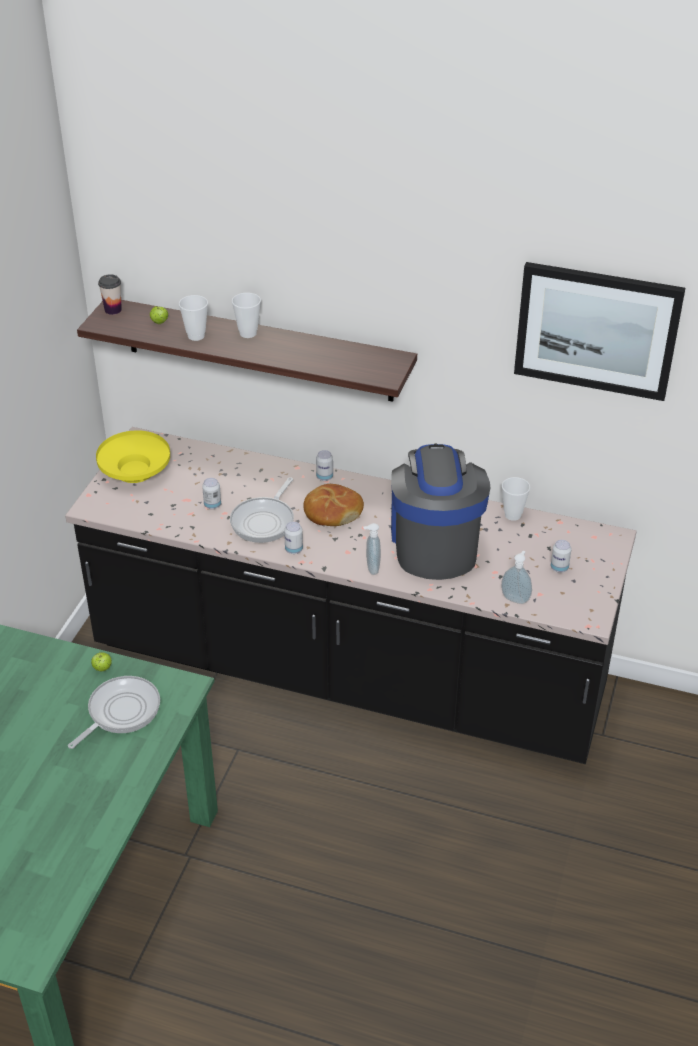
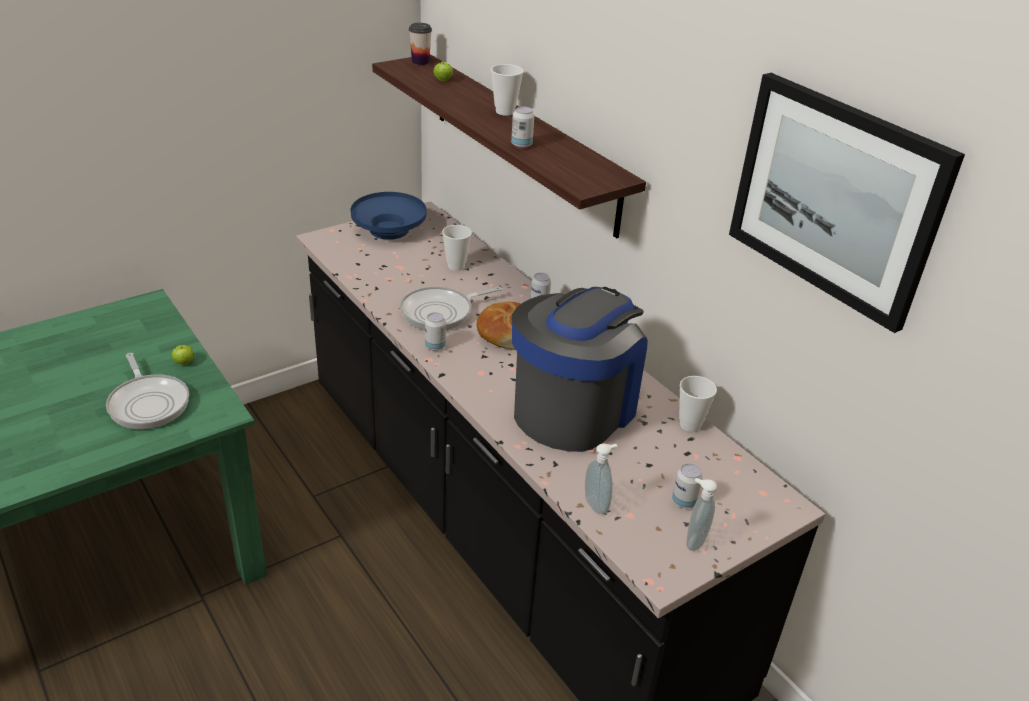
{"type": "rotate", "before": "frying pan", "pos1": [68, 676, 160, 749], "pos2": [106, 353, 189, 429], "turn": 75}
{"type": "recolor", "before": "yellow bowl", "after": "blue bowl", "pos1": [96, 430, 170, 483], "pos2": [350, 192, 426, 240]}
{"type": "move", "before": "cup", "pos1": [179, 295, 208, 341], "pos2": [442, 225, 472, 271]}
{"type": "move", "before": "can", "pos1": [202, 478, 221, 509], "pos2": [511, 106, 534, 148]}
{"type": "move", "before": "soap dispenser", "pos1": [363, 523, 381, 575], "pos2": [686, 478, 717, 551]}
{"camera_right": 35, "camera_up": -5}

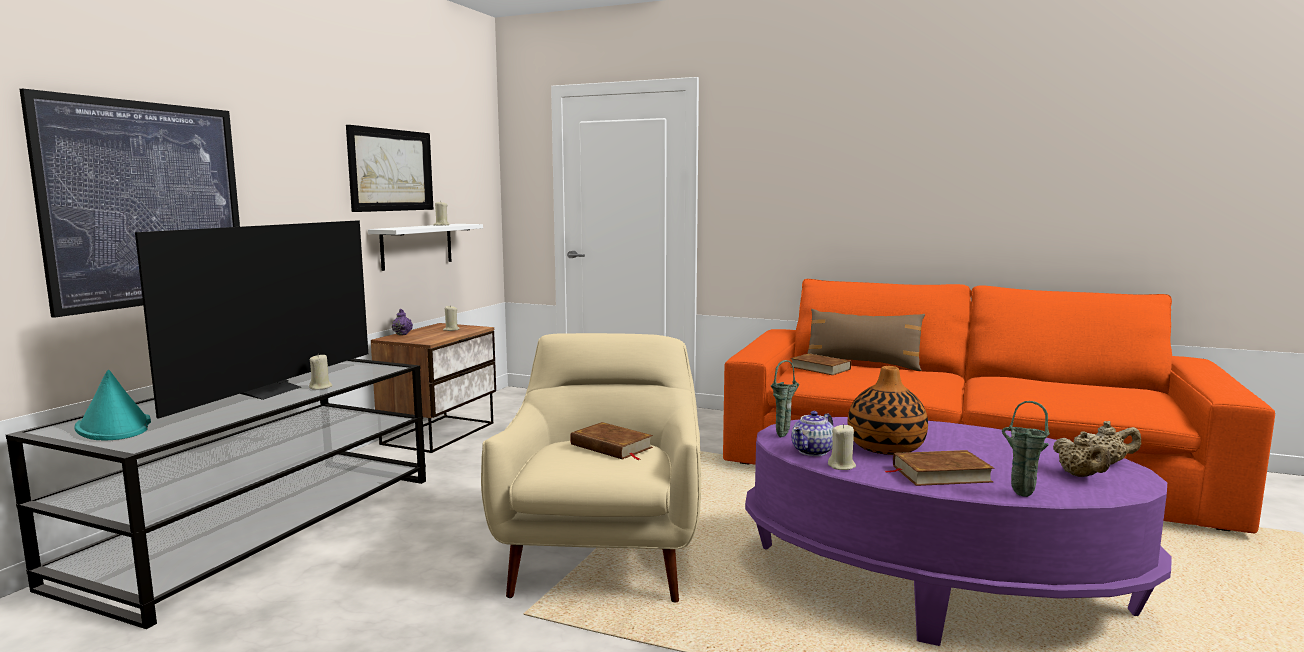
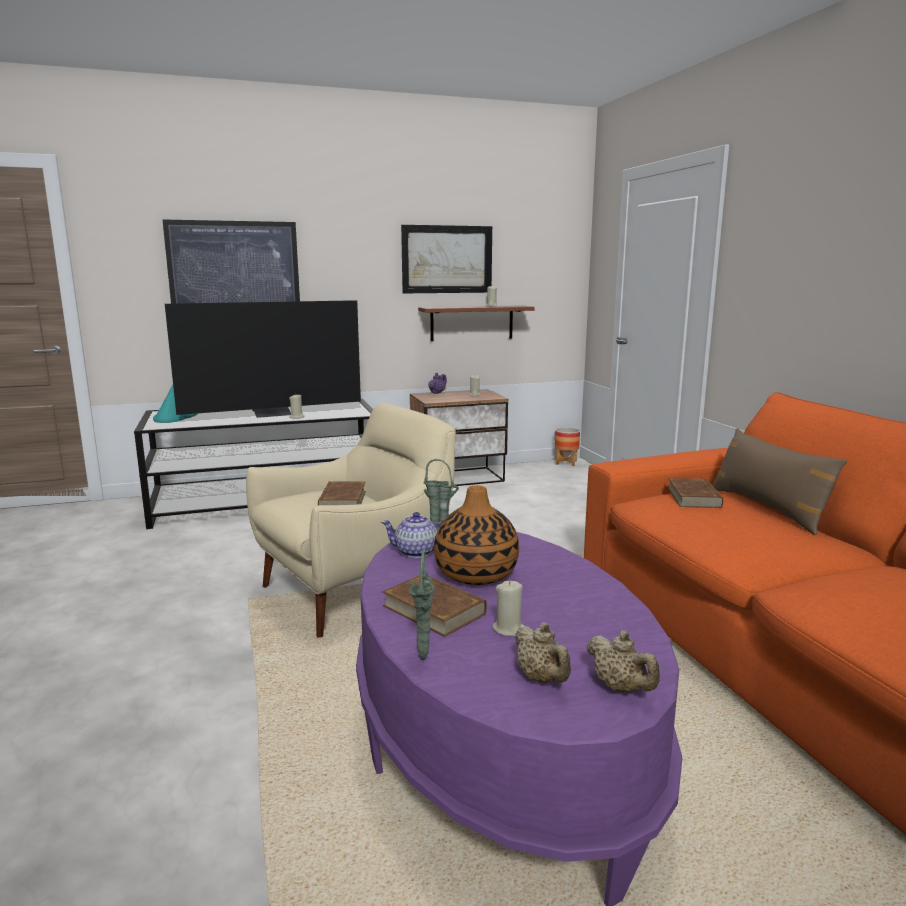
{"type": "recolor", "before": "white shelf", "after": "brown shelf", "pos1": [368, 224, 483, 271], "pos2": [418, 305, 535, 341]}
{"type": "move", "before": "beige candle", "pos1": [828, 424, 856, 470], "pos2": [492, 580, 524, 636]}
{"type": "rotate", "before": "beige teapot", "pos1": [1053, 431, 1111, 477], "pos2": [515, 622, 571, 682], "turn": -60}
{"type": "insert", "after": "planter", "pos2": [555, 427, 580, 466]}
{"camera_right": 50, "camera_up": 5}

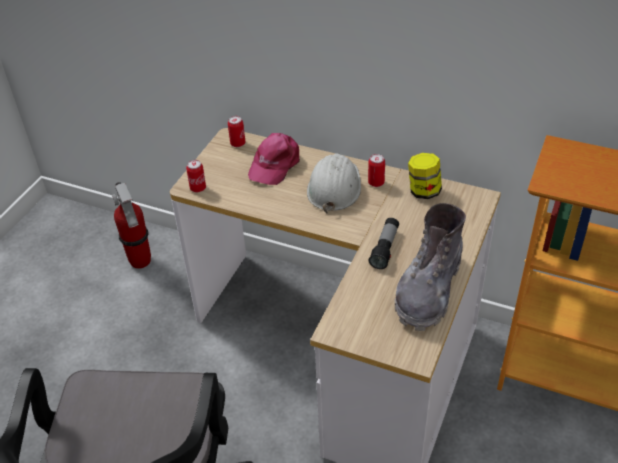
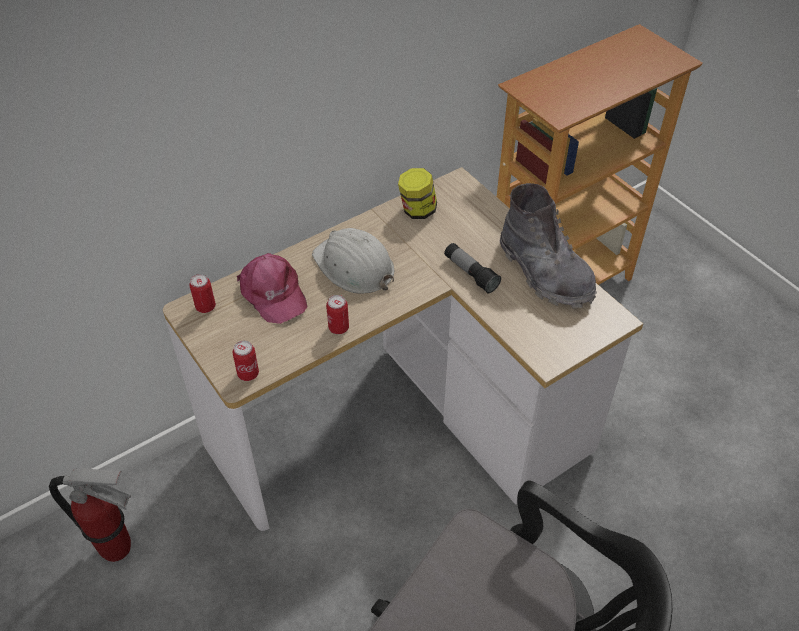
{"type": "move", "before": "can", "pos1": [368, 154, 385, 187], "pos2": [326, 295, 349, 334]}
{"camera_right": -60, "camera_up": 5}

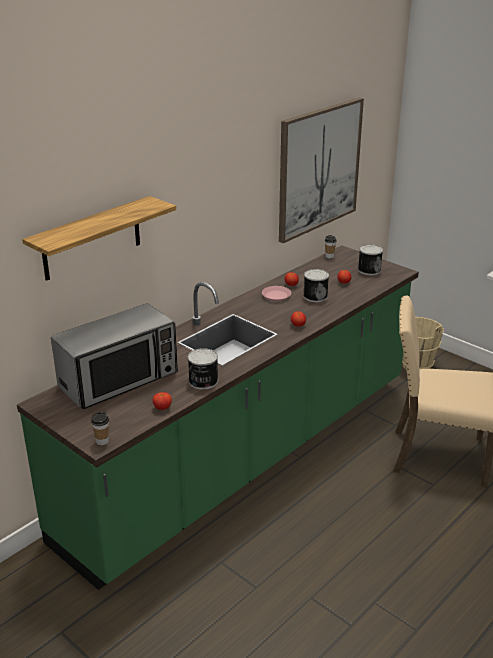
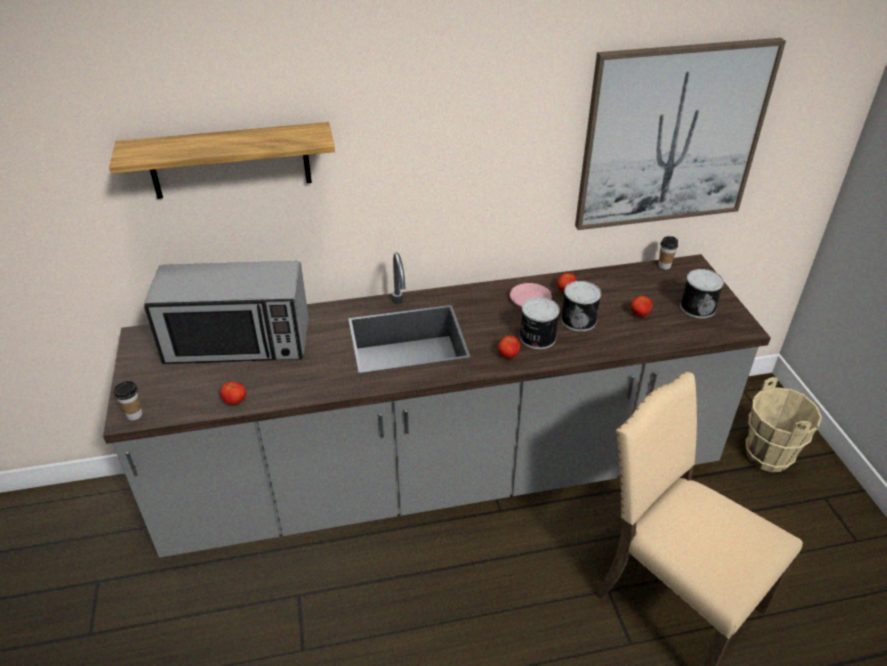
{"type": "recolor", "before": "green counter", "after": "grey counter", "pos1": [17, 245, 419, 590], "pos2": [103, 253, 771, 558]}
{"type": "move", "before": "can", "pos1": [188, 348, 218, 390], "pos2": [520, 297, 560, 349]}
{"camera_right": 35, "camera_up": 10}

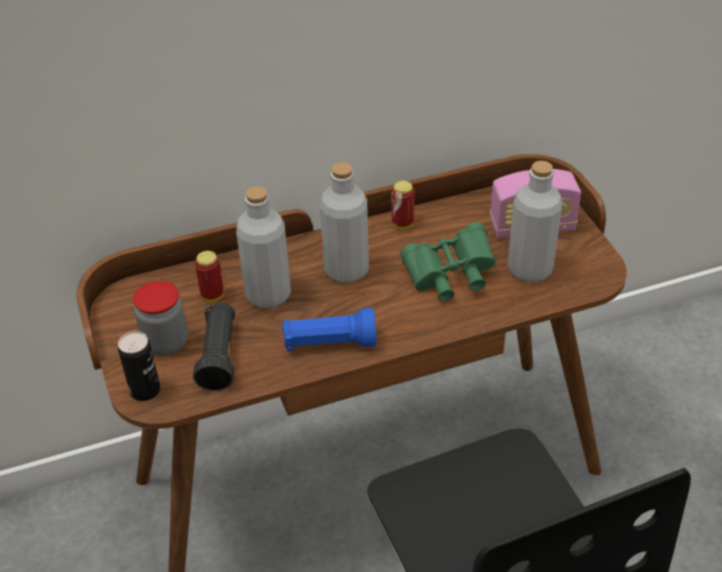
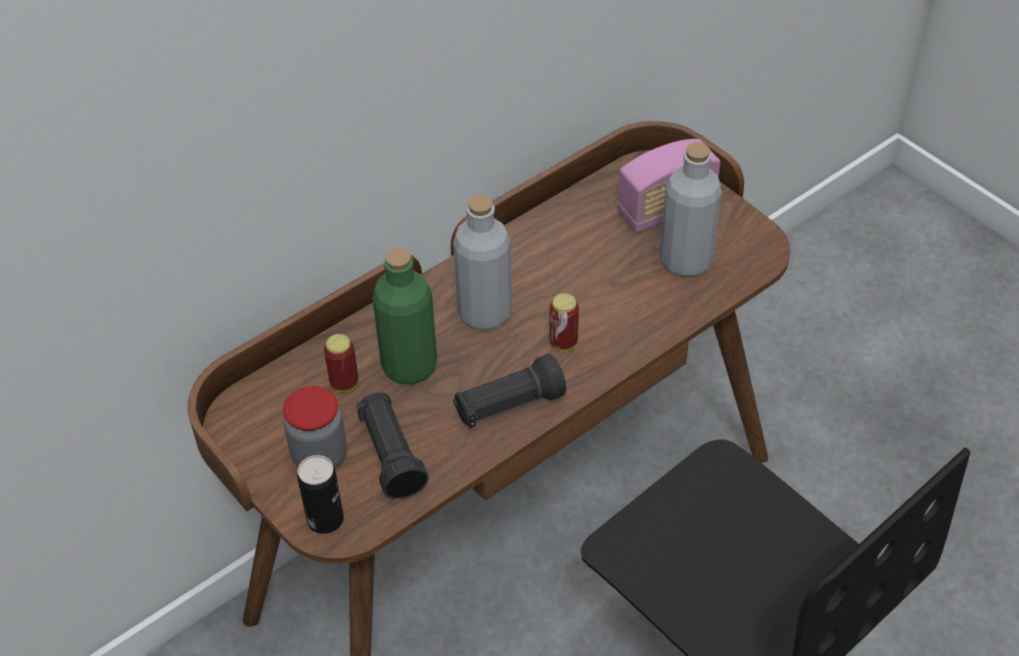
{"type": "recolor", "before": "grey bottle", "after": "green bottle", "pos1": [236, 186, 291, 308], "pos2": [372, 248, 437, 384]}
{"type": "recolor", "before": "blue flashlight", "after": "black flashlight", "pos1": [282, 308, 376, 351], "pos2": [453, 354, 566, 428]}
{"type": "move", "before": "can", "pos1": [391, 181, 415, 229], "pos2": [549, 293, 579, 352]}
{"type": "delete", "before": "green binoculars", "pos1": [400, 222, 496, 301]}
{"camera_right": -20, "camera_up": 5}

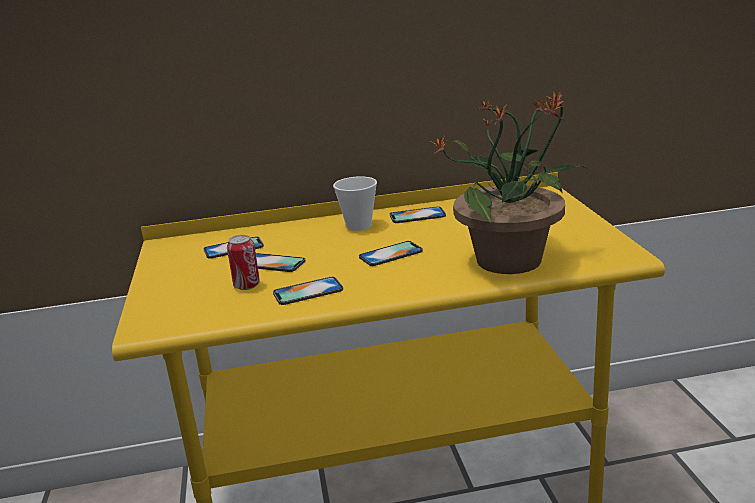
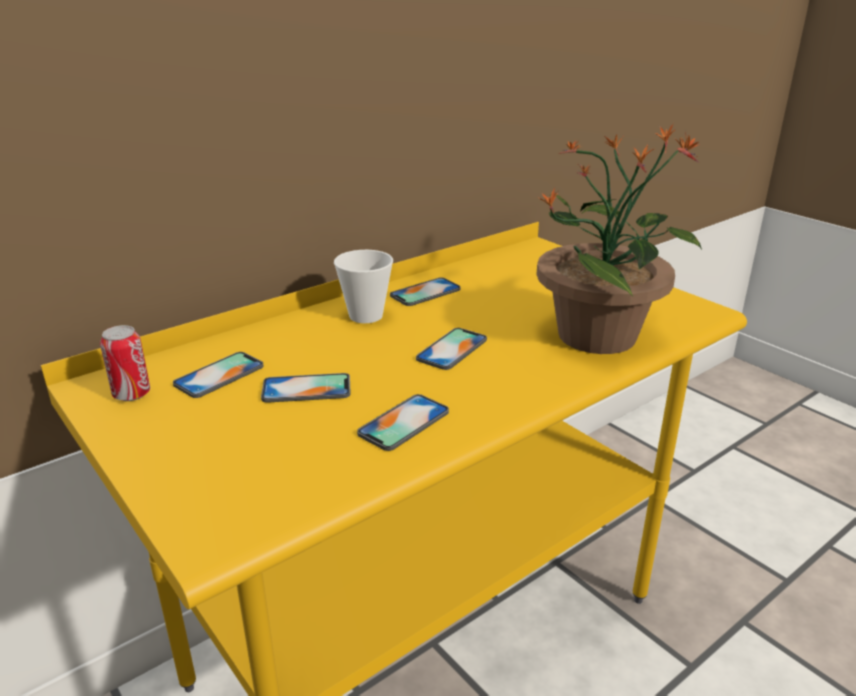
{"type": "move", "before": "can", "pos1": [227, 235, 260, 290], "pos2": [100, 325, 150, 401]}
{"camera_right": -30, "camera_up": 5}

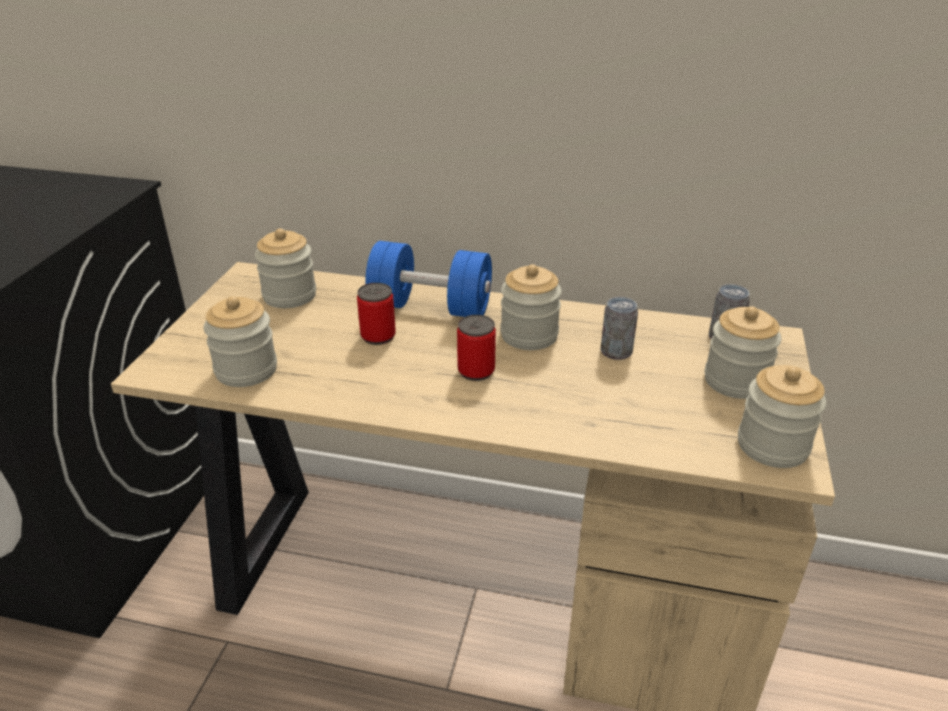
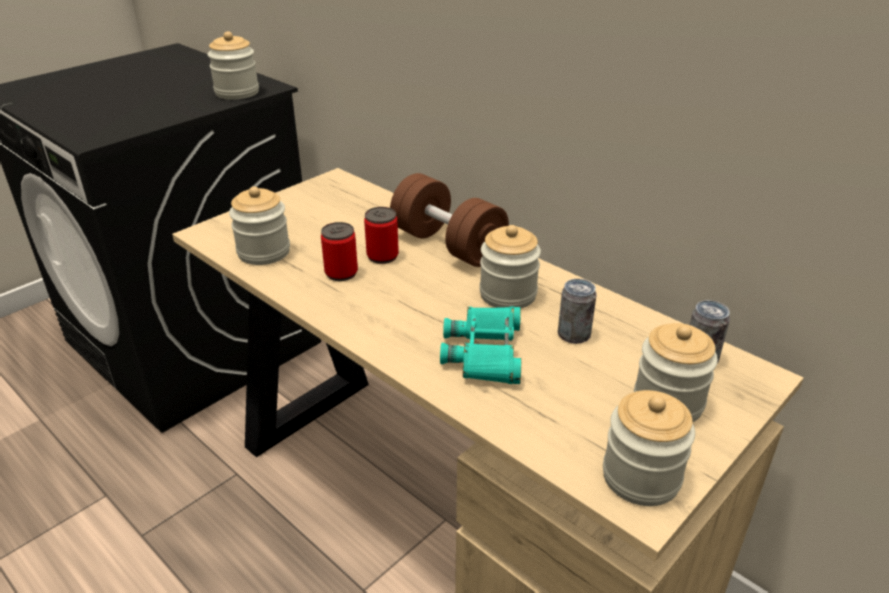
{"type": "move", "before": "jar", "pos1": [255, 228, 316, 308], "pos2": [207, 31, 259, 100]}
{"type": "recolor", "before": "blue dumbbell", "after": "brown dumbbell", "pos1": [365, 241, 492, 317], "pos2": [390, 173, 509, 267]}
{"type": "move", "before": "can", "pos1": [457, 315, 496, 381], "pos2": [321, 222, 358, 281]}
{"type": "insert", "after": "turquoise binoculars", "pos2": [440, 306, 521, 384]}
{"camera_right": 30, "camera_up": 0}

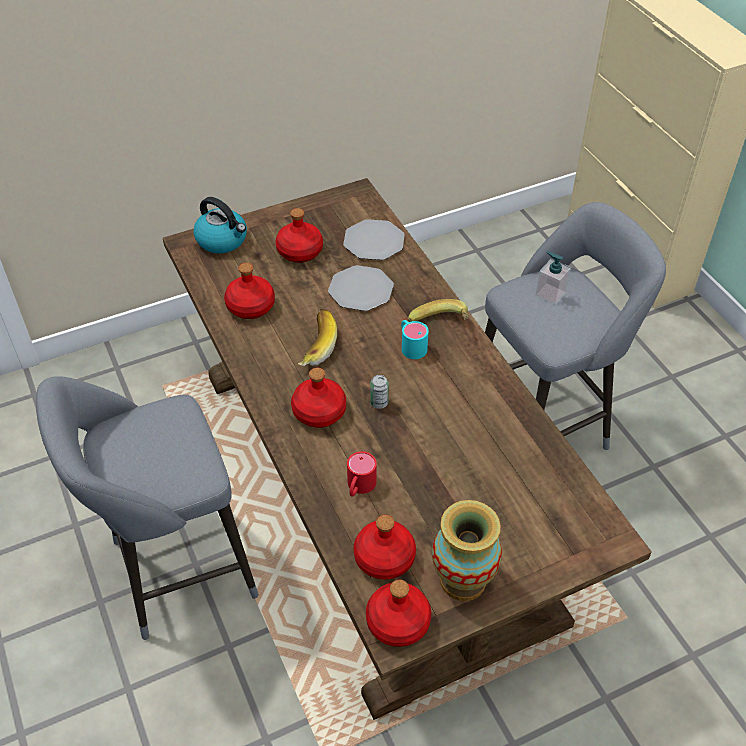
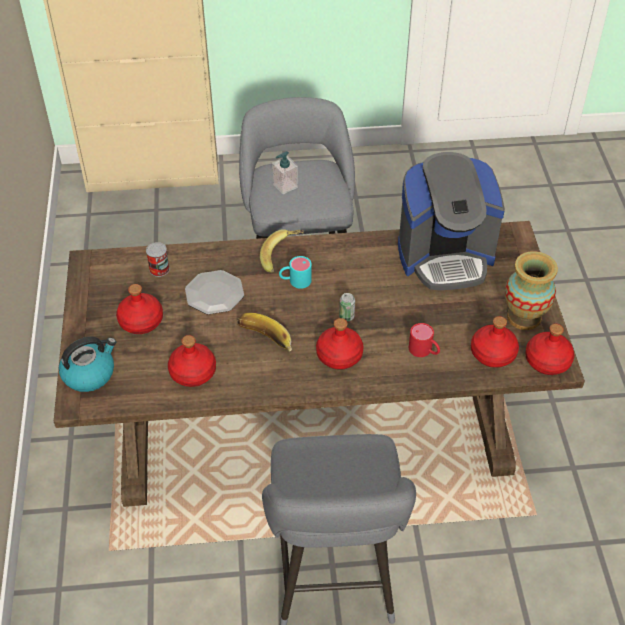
{"type": "replace", "before": "plate", "after": "can", "pos1": [343, 219, 405, 260], "pos2": [146, 242, 170, 277]}
{"type": "insert", "after": "coffee machine", "pos2": [398, 152, 505, 290]}
{"camera_right": -70, "camera_up": 0}

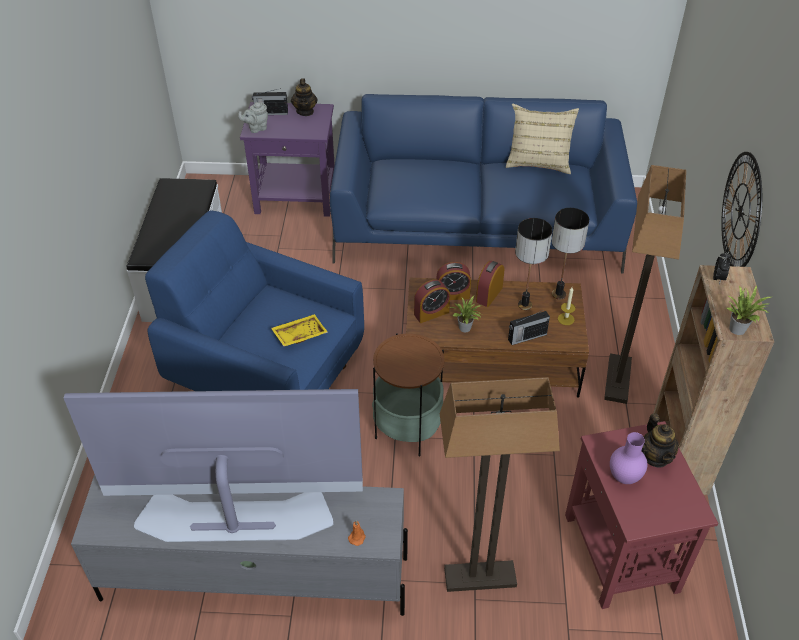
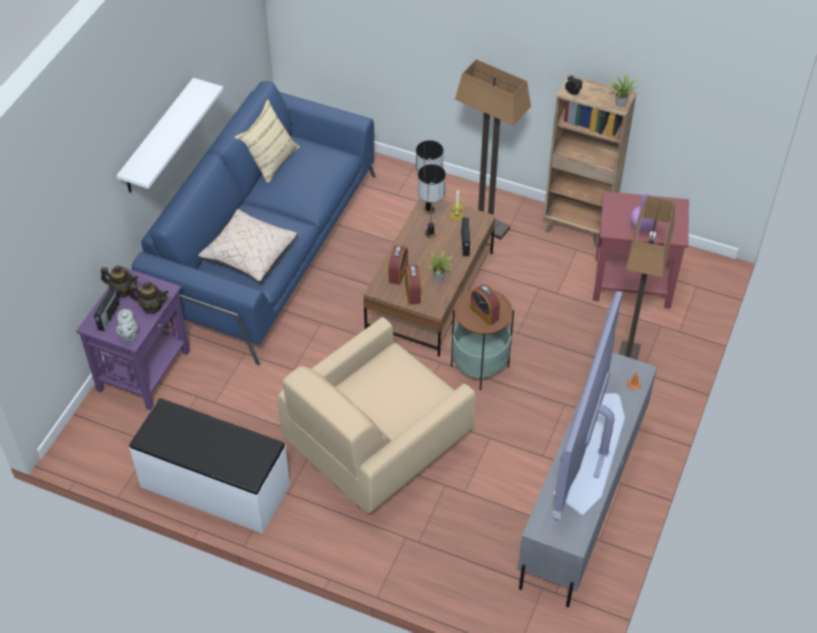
{"type": "recolor", "before": "blue armchair", "after": "beige armchair", "pos1": [145, 211, 364, 391], "pos2": [278, 317, 475, 514]}
{"type": "delete", "before": "yellow tray", "pos1": [271, 314, 328, 346]}
{"type": "move", "before": "alarm clock", "pos1": [476, 261, 504, 307], "pos2": [470, 284, 500, 326]}
{"type": "move", "before": "teapot", "pos1": [642, 413, 679, 468], "pos2": [129, 282, 169, 314]}
{"type": "delete", "before": "wall clock", "pos1": [721, 152, 762, 267]}
{"type": "insert", "after": "white shelf", "pos2": [116, 78, 224, 192]}
{"type": "insert", "after": "beige pillow", "pos2": [198, 209, 298, 282]}
{"camera_right": -70, "camera_up": 5}

